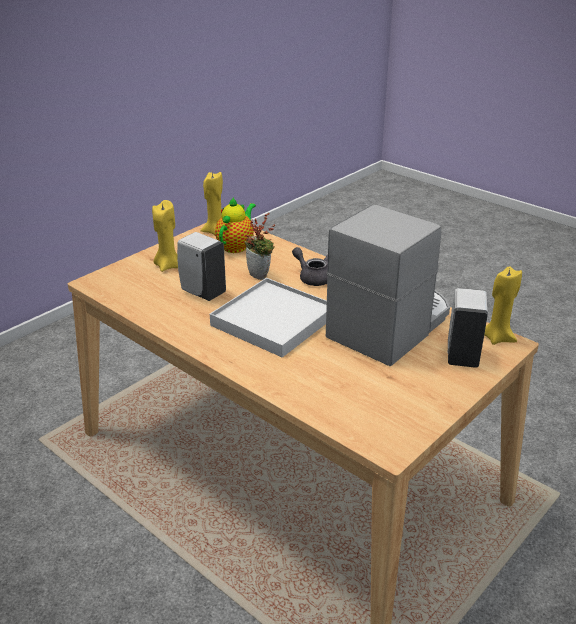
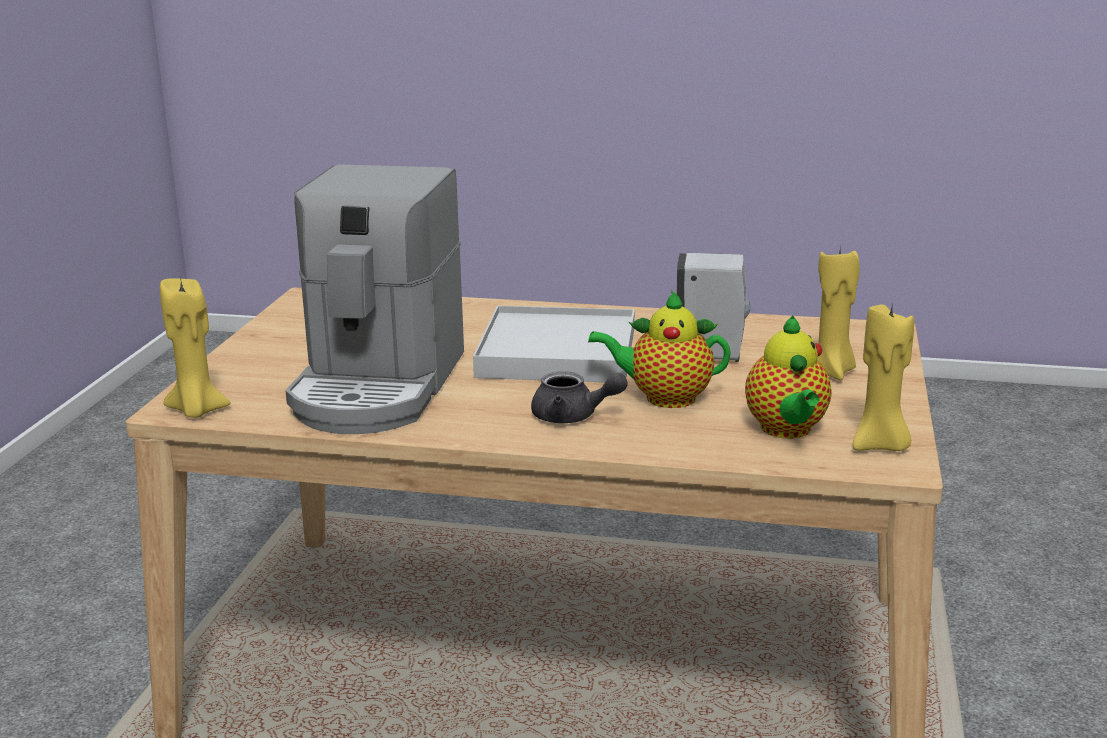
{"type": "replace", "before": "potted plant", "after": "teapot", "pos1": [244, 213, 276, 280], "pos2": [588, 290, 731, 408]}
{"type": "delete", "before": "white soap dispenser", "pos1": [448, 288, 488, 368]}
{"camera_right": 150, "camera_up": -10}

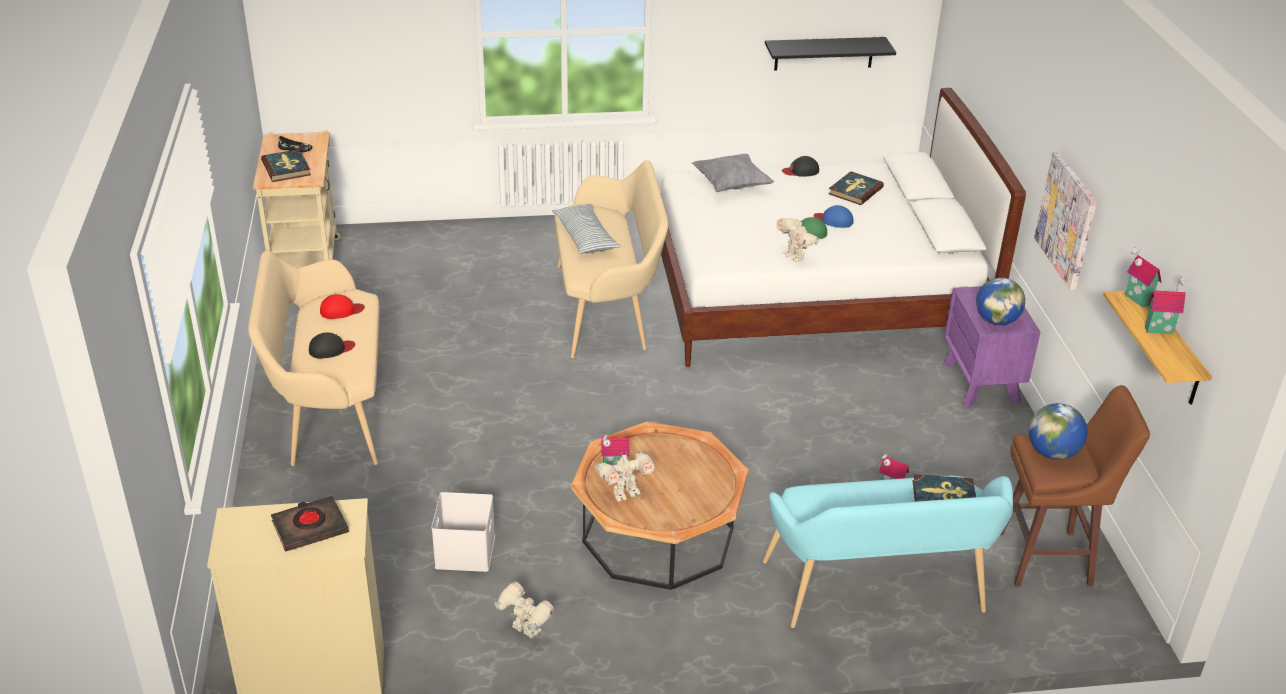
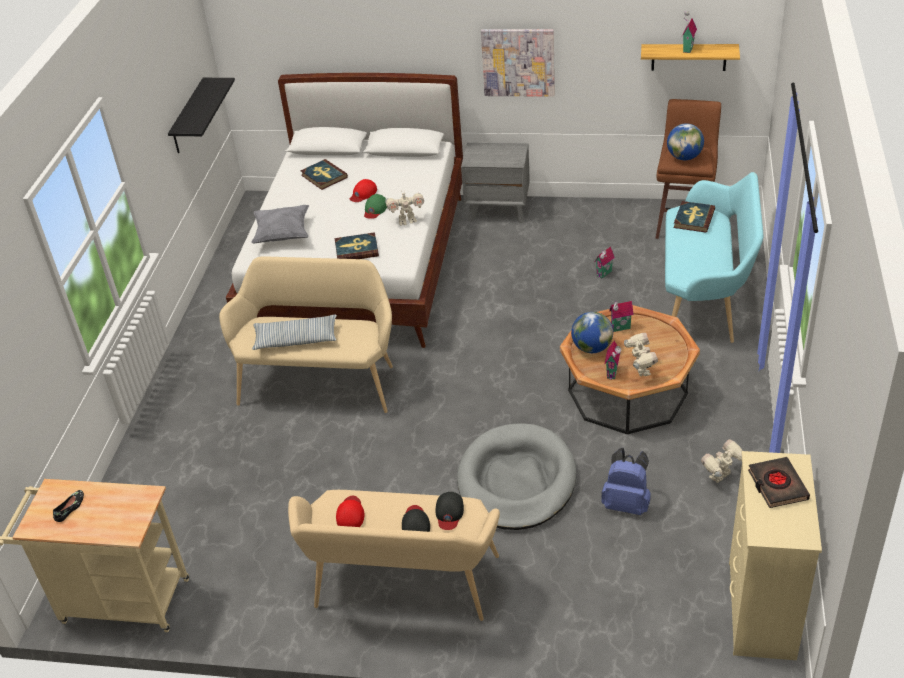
{"type": "move", "before": "book", "pos1": [261, 149, 311, 182], "pos2": [335, 232, 379, 259]}
{"type": "replace", "before": "white storage box", "after": "blue backpack", "pos1": [431, 492, 495, 572], "pos2": [601, 448, 651, 515]}
{"type": "move", "before": "black cap", "pos1": [782, 156, 819, 177], "pos2": [435, 492, 464, 530]}
{"type": "recolor", "before": "blue cap", "after": "red cap", "pos1": [814, 205, 853, 228], "pos2": [350, 179, 377, 202]}
{"type": "recolor", "before": "purple nightstand", "after": "grey nightstand", "pos1": [943, 286, 1041, 408], "pos2": [461, 143, 530, 223]}
{"type": "move", "before": "globe", "pos1": [976, 278, 1025, 325], "pos2": [571, 312, 613, 353]}
{"type": "move", "before": "toy house", "pos1": [1125, 247, 1162, 308], "pos2": [609, 301, 634, 332]}
{"type": "insert", "after": "grey dog bed", "pos2": [457, 423, 576, 530]}
{"camera_right": -70, "camera_up": 5}

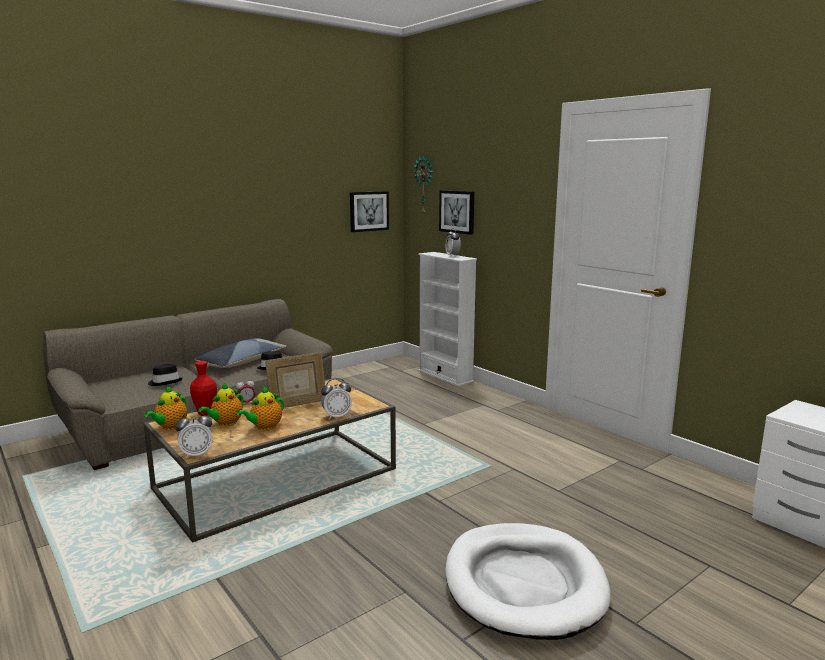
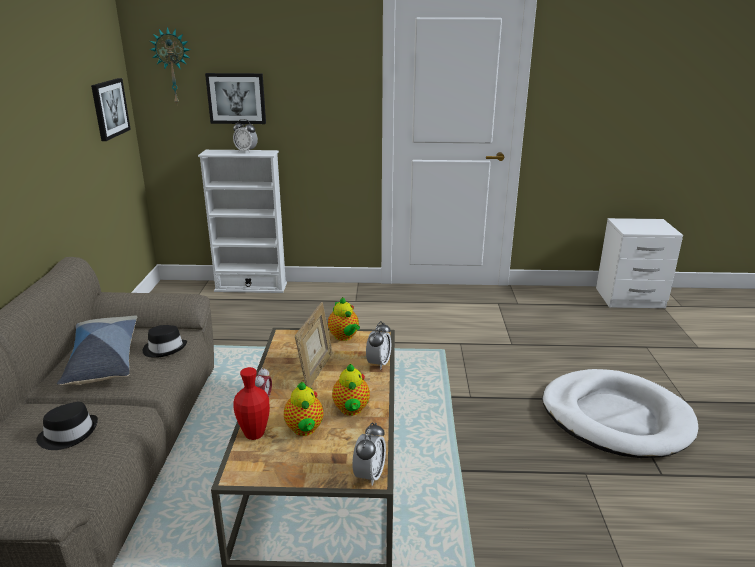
{"type": "move", "before": "teapot", "pos1": [144, 386, 187, 430], "pos2": [328, 297, 360, 341]}
{"camera_right": -50, "camera_up": 10}

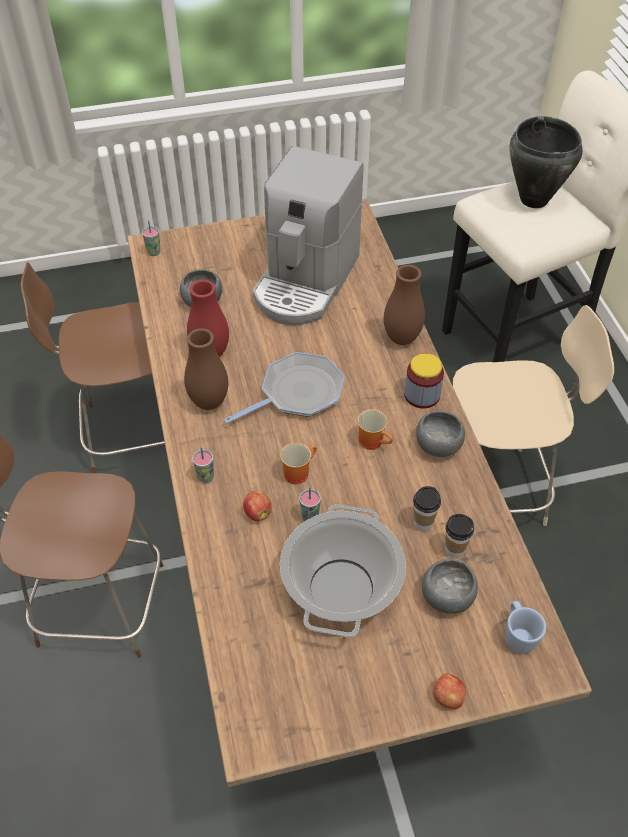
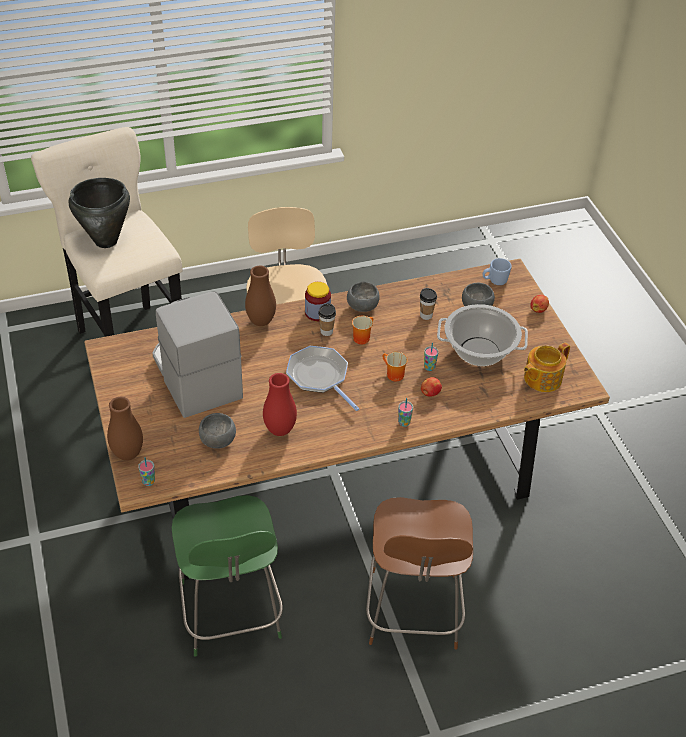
{"type": "recolor", "before": "brown chair", "after": "green chair", "pos1": [21, 262, 165, 473], "pos2": [172, 495, 283, 657]}
{"type": "move", "before": "brown vase", "pos1": [184, 328, 228, 410], "pos2": [107, 397, 143, 461]}
{"type": "rotate", "before": "coffee machine", "pos1": [253, 146, 364, 325], "pos2": [152, 292, 243, 418], "turn": -135}
{"type": "move", "before": "cup", "pos1": [445, 514, 474, 559], "pos2": [318, 304, 336, 336]}
{"type": "insert", "after": "teapot", "pos2": [524, 343, 570, 392]}
{"camera_right": -95, "camera_up": -5}

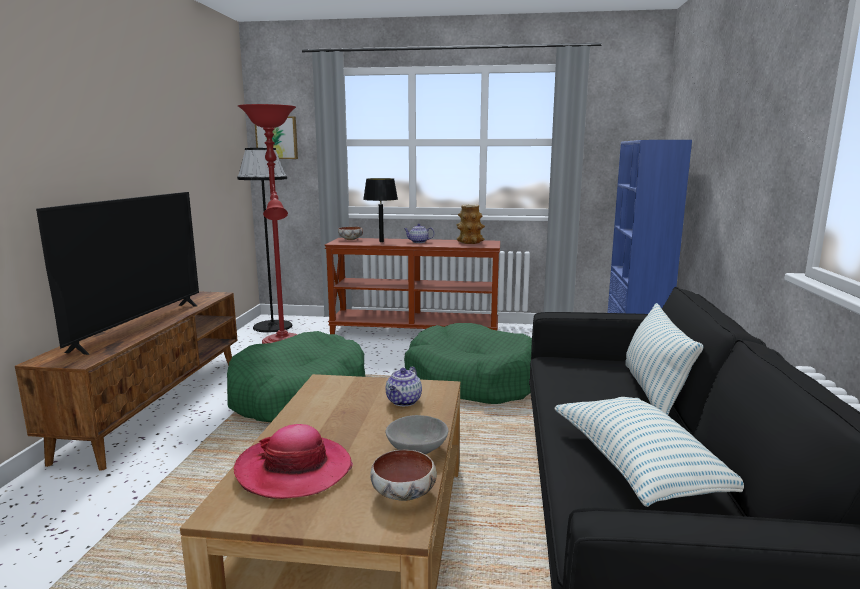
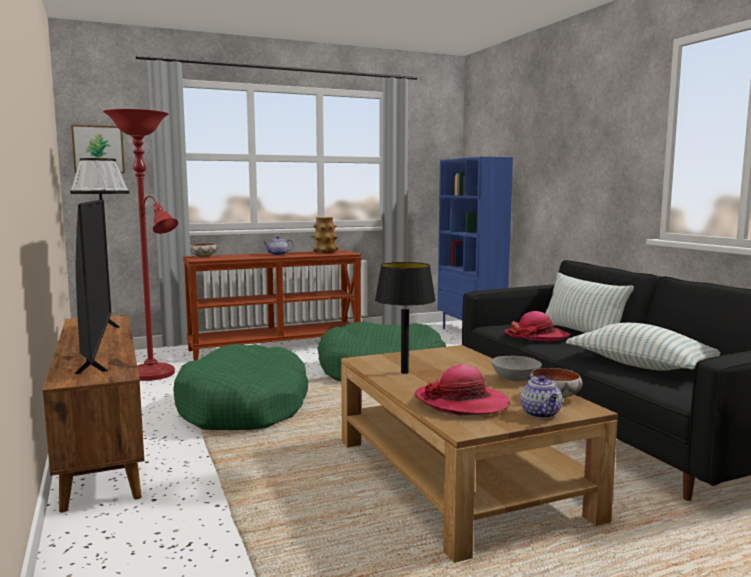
{"type": "move", "before": "black table lamp", "pos1": [363, 178, 398, 242], "pos2": [375, 262, 436, 374]}
{"type": "move", "before": "teapot", "pos1": [386, 366, 422, 406], "pos2": [520, 375, 562, 418]}
{"type": "insert", "after": "hat", "pos2": [504, 311, 570, 342]}
{"camera_right": -30, "camera_up": -5}

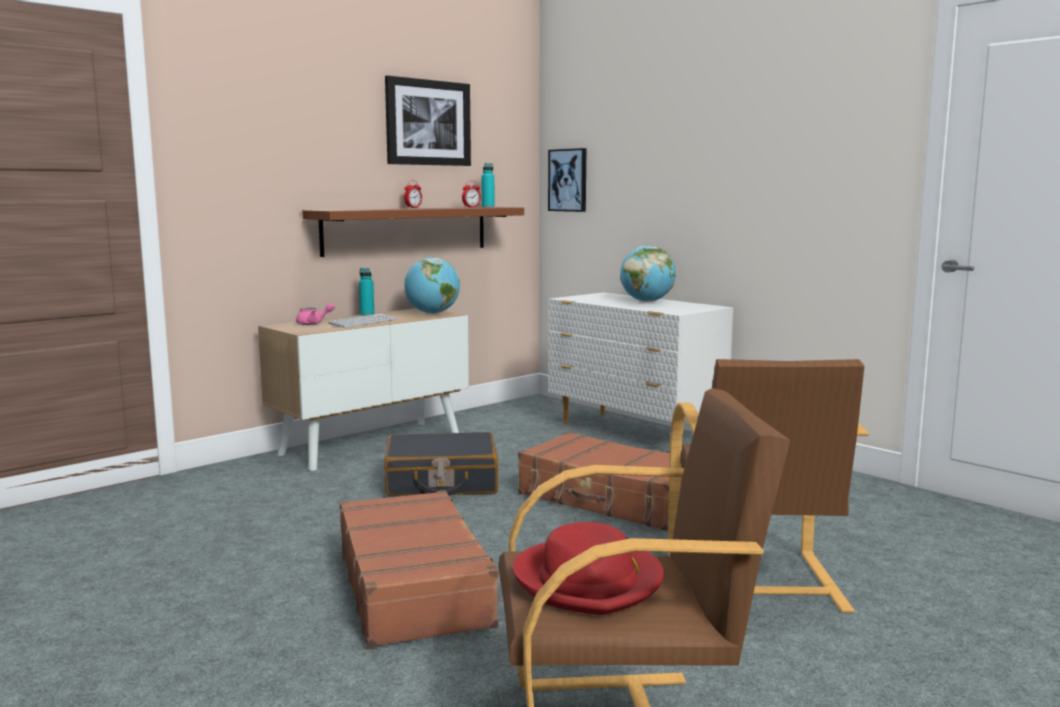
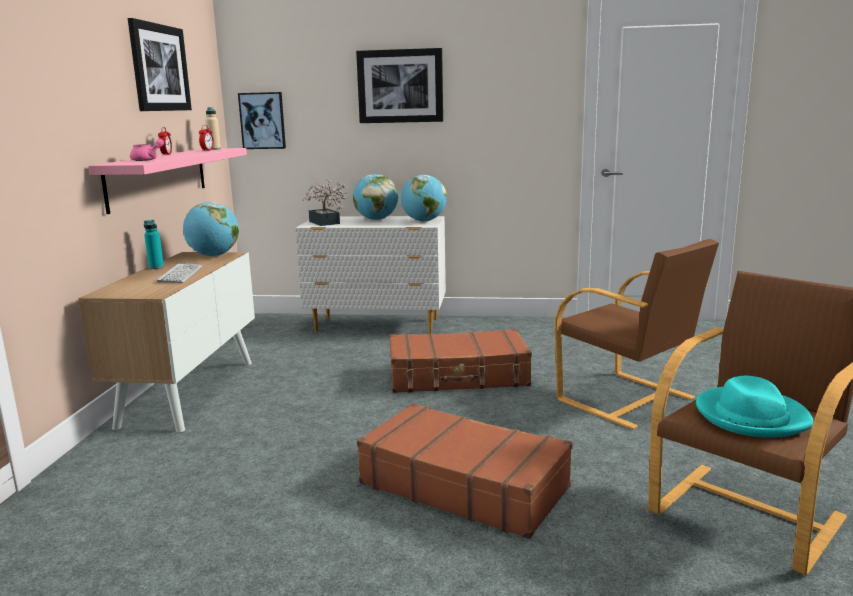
{"type": "move", "before": "pink teapot", "pos1": [296, 303, 335, 325], "pos2": [130, 139, 164, 161]}
{"type": "recolor", "before": "brown shelf", "after": "pink shelf", "pos1": [302, 207, 524, 257], "pos2": [88, 148, 247, 214]}
{"type": "delete", "before": "black suitcase", "pos1": [384, 432, 498, 496]}
{"type": "recolor", "before": "turquoise bottle", "after": "beige bottle", "pos1": [481, 163, 495, 207], "pos2": [205, 107, 221, 150]}
{"type": "recolor", "before": "red hat", "after": "turquoise hat", "pos1": [513, 522, 664, 615], "pos2": [696, 376, 814, 438]}
{"type": "insert", "after": "potted plant", "pos2": [302, 180, 347, 226]}
{"type": "insert", "after": "picture", "pos2": [356, 48, 443, 123]}
{"type": "insert", "after": "globe", "pos2": [401, 175, 447, 222]}
{"camera_right": -40, "camera_up": 5}

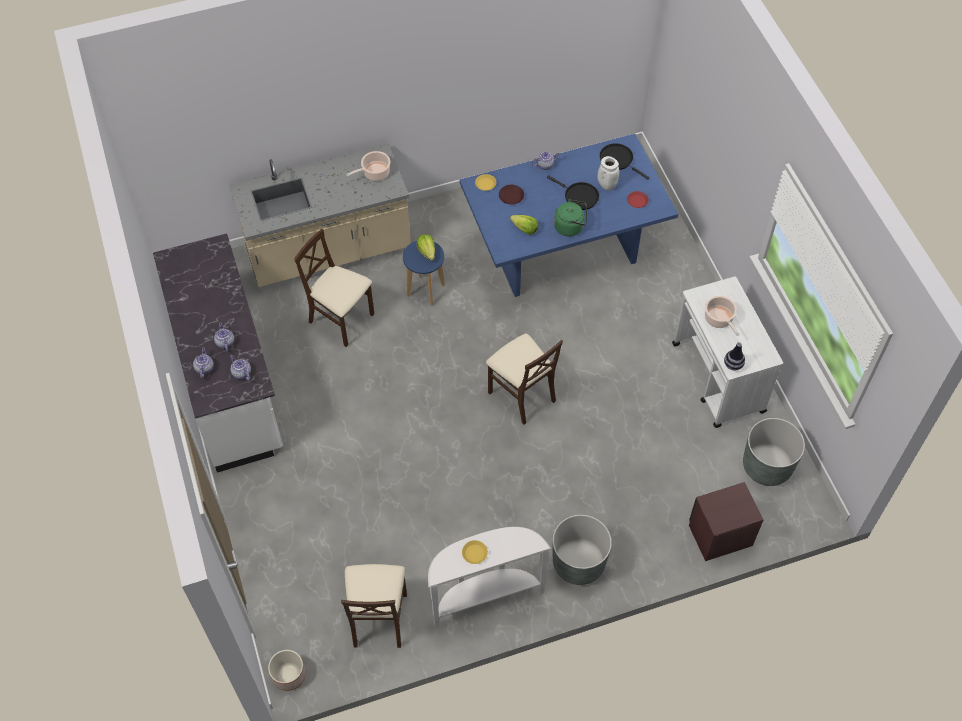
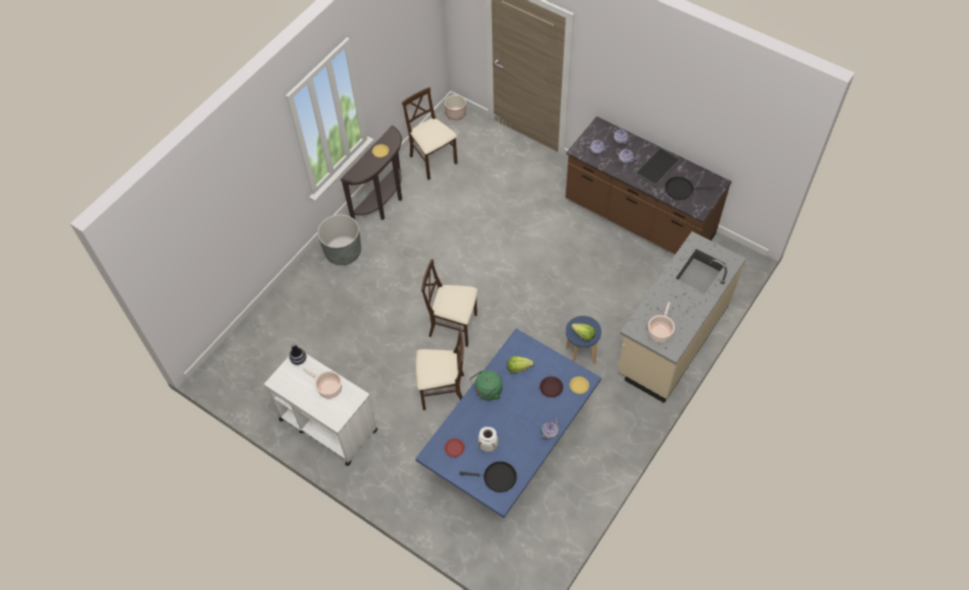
{"type": "recolor", "before": "white counter", "after": "brown counter", "pos1": [153, 233, 283, 473], "pos2": [565, 116, 732, 254]}
{"type": "move", "before": "beige chair", "pos1": [294, 229, 374, 347], "pos2": [416, 327, 464, 410]}
{"type": "recolor", "before": "white console table", "after": "brown console table", "pos1": [428, 527, 551, 628], "pos2": [340, 125, 402, 220]}
{"type": "move", "before": "black frying pan", "pos1": [547, 175, 599, 210], "pos2": [665, 177, 715, 200]}
{"type": "delete", "before": "brown nightstand", "pos1": [689, 482, 764, 561]}
{"type": "delete", "before": "grey planter", "pos1": [743, 418, 805, 486]}
{"type": "insert", "after": "tray", "pos2": [635, 147, 681, 187]}
{"camera_right": 145, "camera_up": 0}

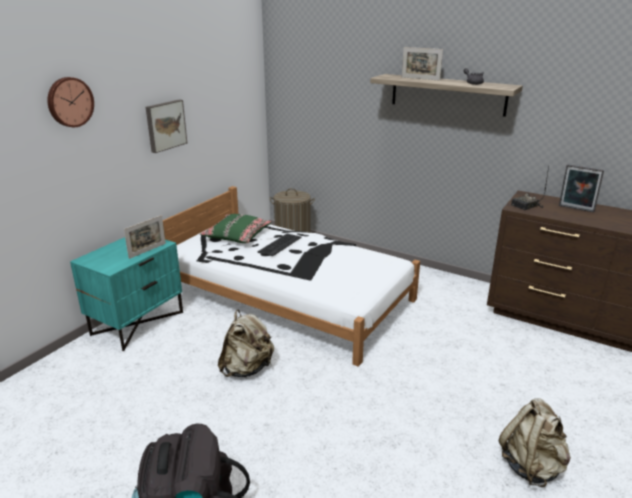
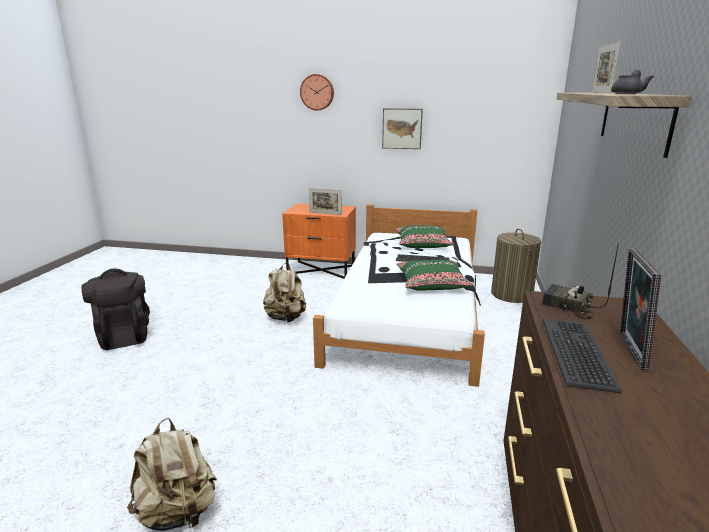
{"type": "recolor", "before": "turquoise nightstand", "after": "orange nightstand", "pos1": [70, 237, 183, 351], "pos2": [282, 204, 356, 279]}
{"type": "insert", "after": "green pillow", "pos2": [396, 260, 474, 291]}
{"type": "insert", "after": "keyboard", "pos2": [542, 318, 622, 394]}
{"camera_right": 70, "camera_up": -5}

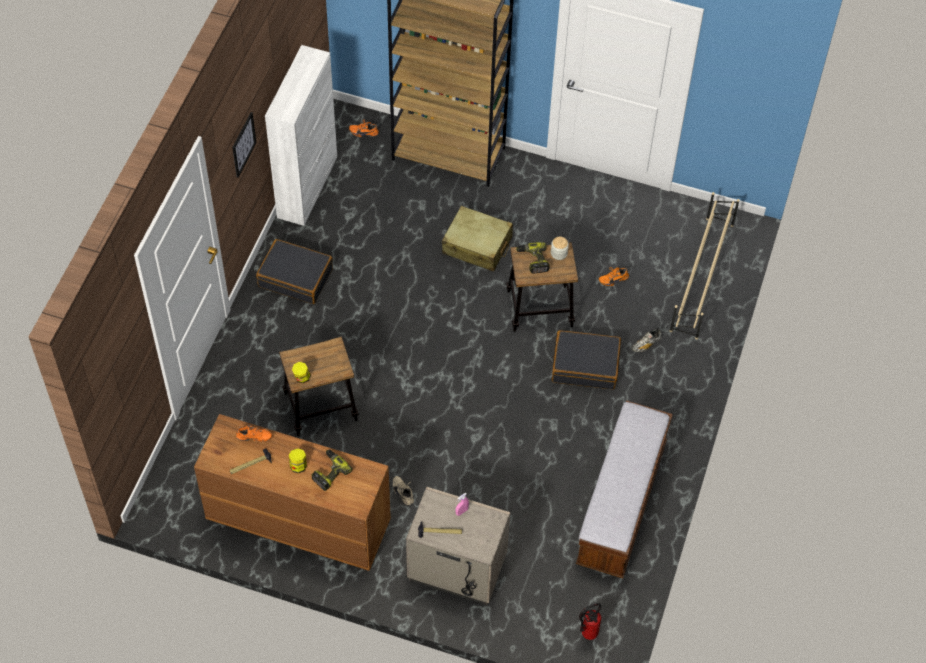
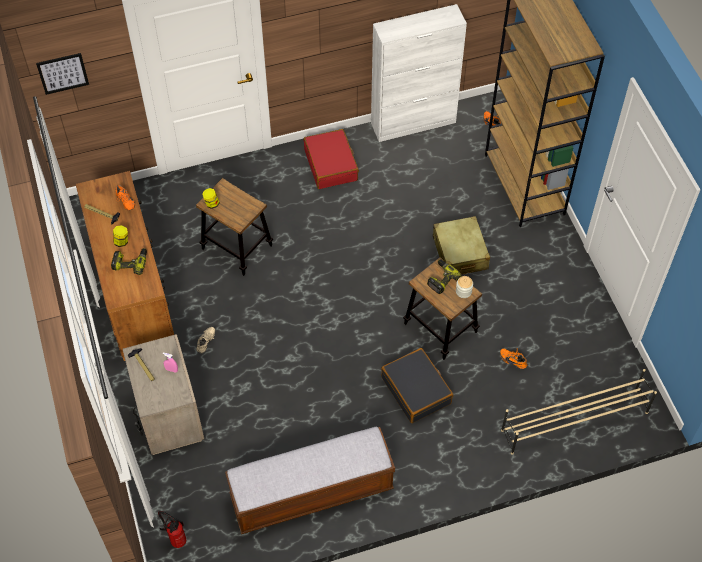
{"type": "move", "before": "picture", "pos1": [232, 112, 256, 178], "pos2": [36, 53, 89, 95]}
{"type": "recolor", "before": "black suitcase", "after": "red suitcase", "pos1": [256, 239, 333, 304], "pos2": [304, 129, 359, 189]}
{"type": "delete", "before": "shoe", "pos1": [631, 328, 662, 352]}
{"camera_right": 55, "camera_up": 0}

